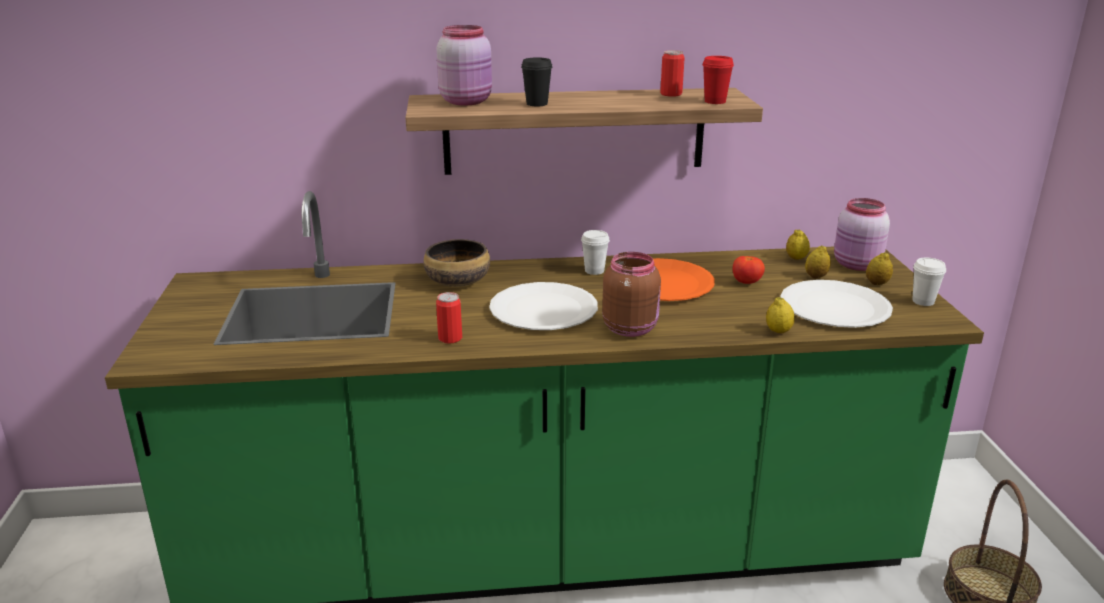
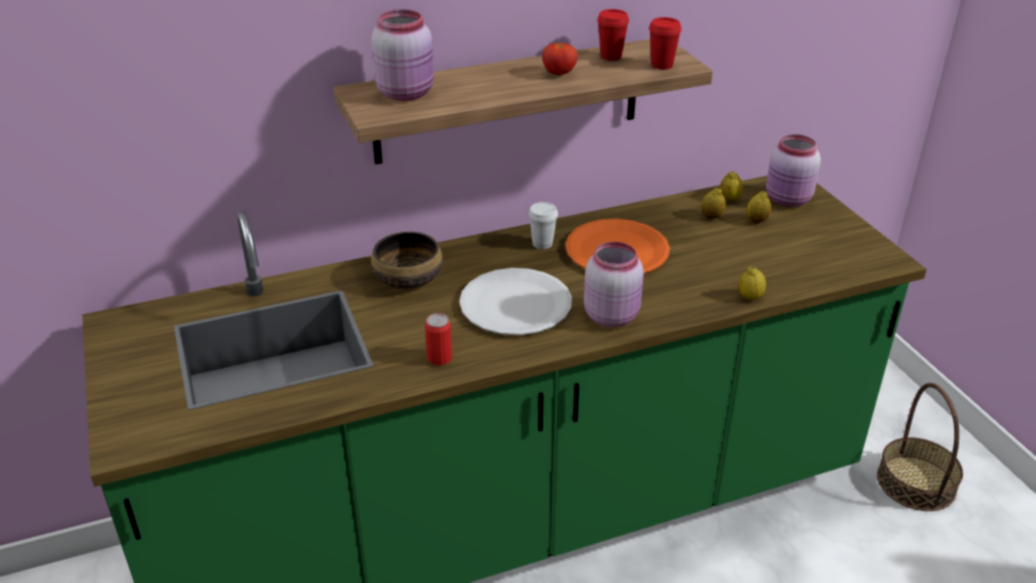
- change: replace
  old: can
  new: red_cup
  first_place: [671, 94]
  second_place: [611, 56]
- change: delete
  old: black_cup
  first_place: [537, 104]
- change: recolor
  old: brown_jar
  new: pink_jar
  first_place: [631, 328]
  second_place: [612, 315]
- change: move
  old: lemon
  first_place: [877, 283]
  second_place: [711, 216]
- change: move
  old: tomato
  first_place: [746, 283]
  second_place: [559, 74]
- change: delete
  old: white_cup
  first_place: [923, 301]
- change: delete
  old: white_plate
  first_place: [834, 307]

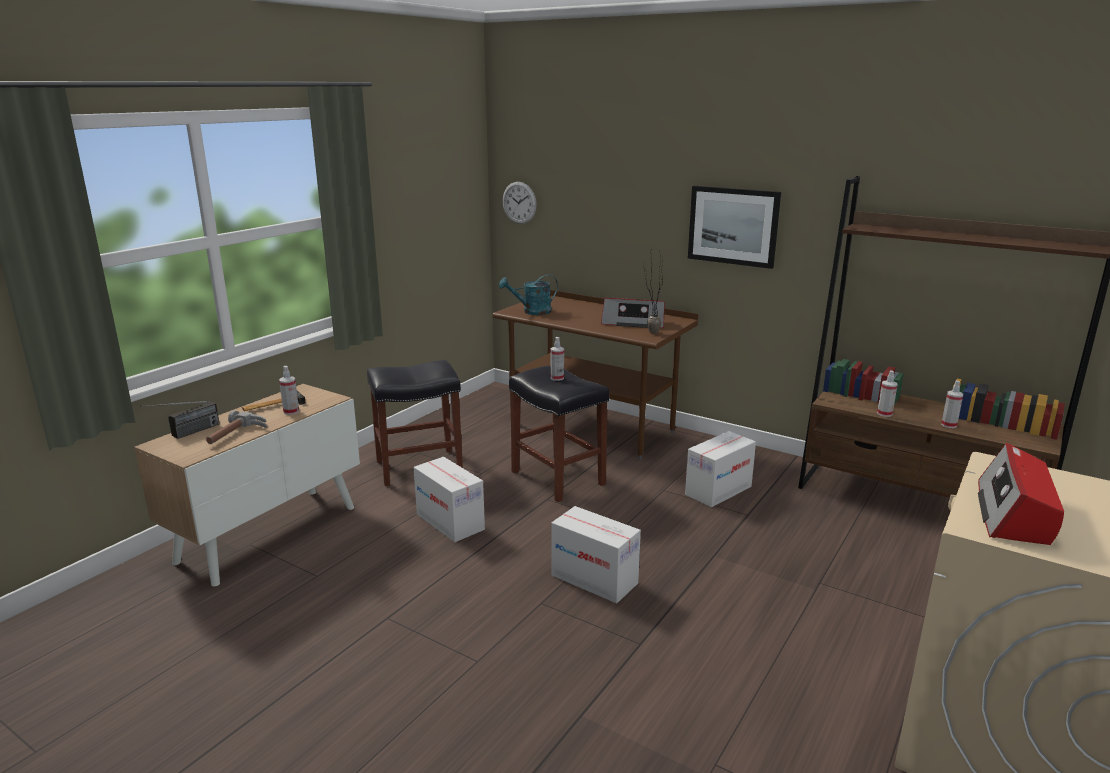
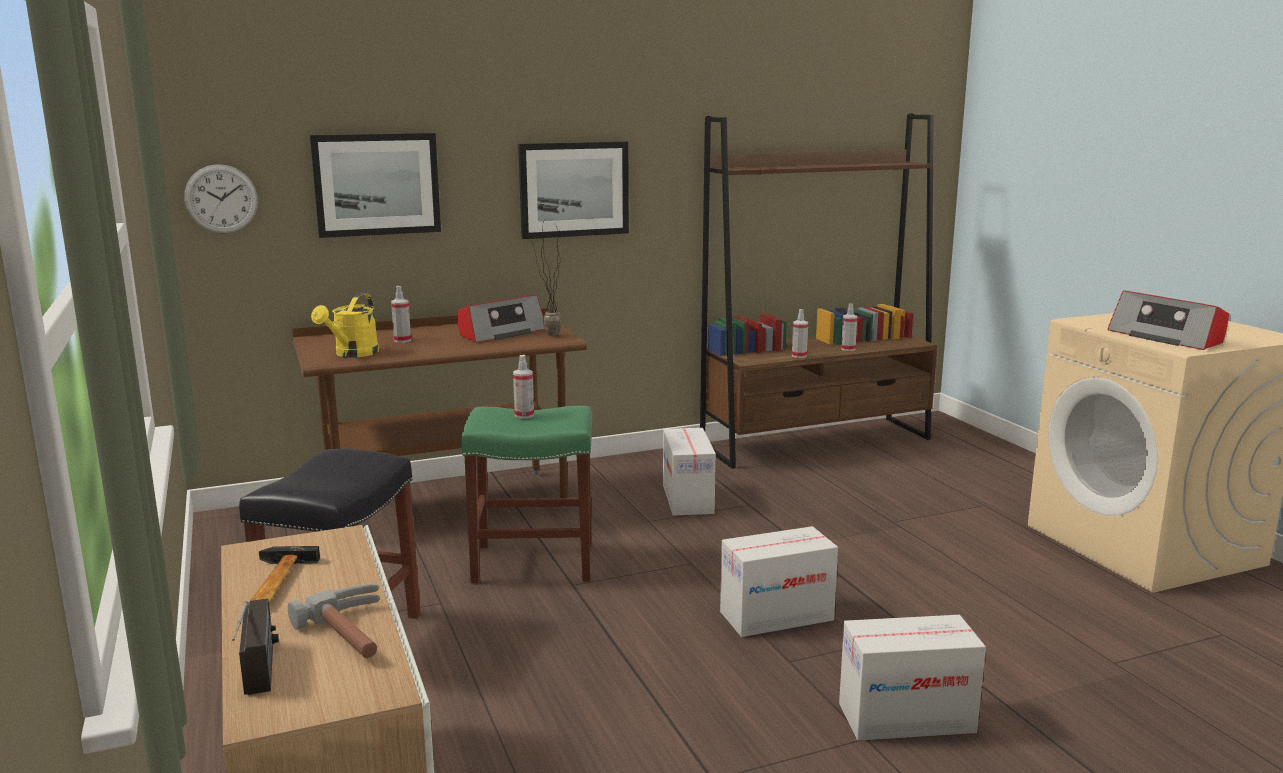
- change: recolor
  old: turquoise_watering_can
  new: yellow_watering_can
  first_place: [532, 312]
  second_place: [352, 354]
- change: recolor
  old: black_stool
  new: green_stool
  first_place: [556, 477]
  second_place: [531, 563]
- change: move
  old: spray_bottle
  first_place: [291, 411]
  second_place: [402, 340]
- change: move
  old: cardboard_box
  first_place: [450, 522]
  second_place: [906, 717]
- change: insert
  new: picture
  second_place: [377, 184]

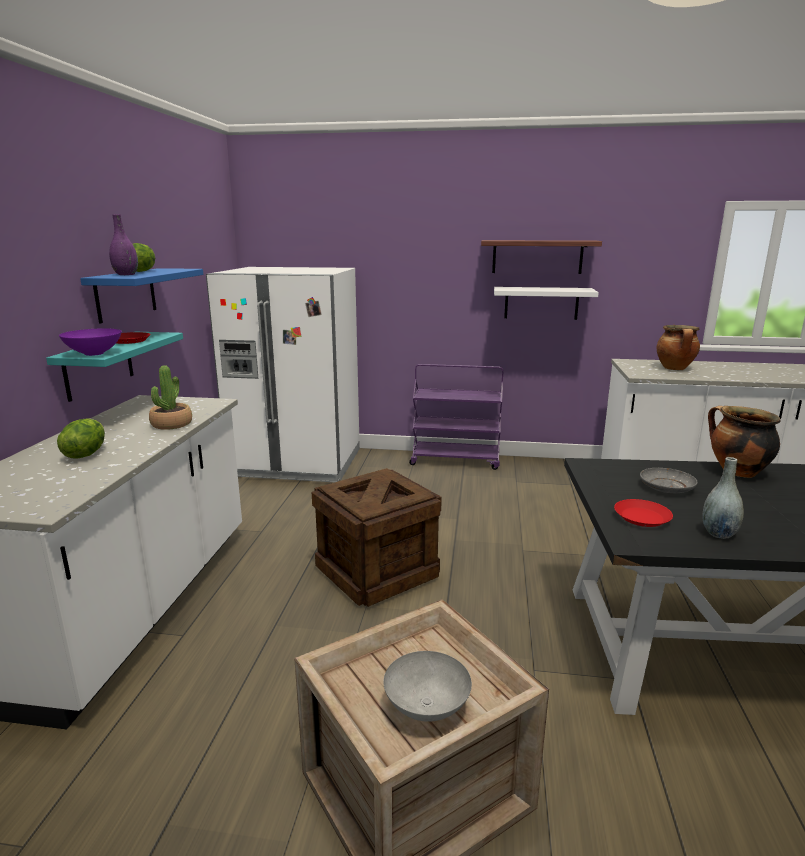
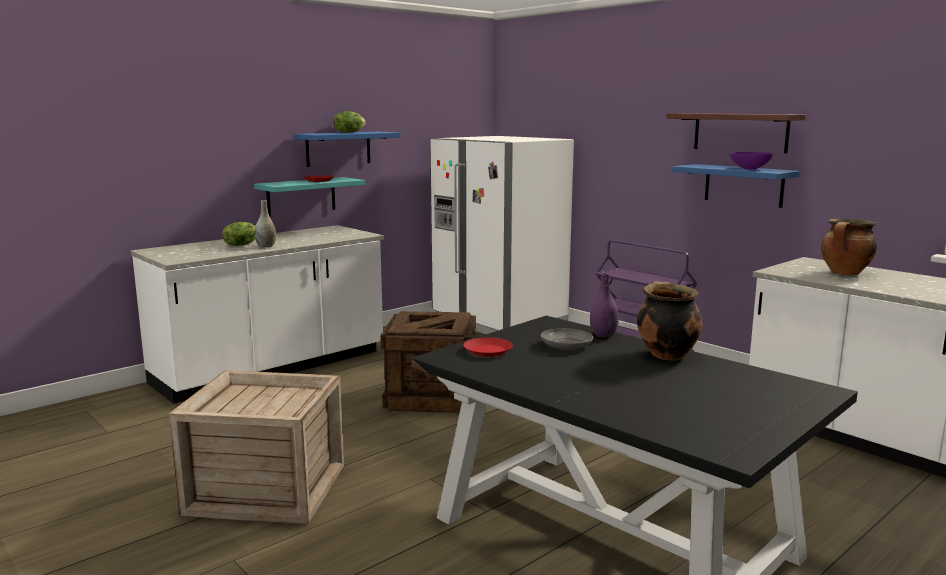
- change: move
  old: purple_vase
  first_place: [126, 274]
  second_place: [603, 335]
- change: recolor
  old: white_shelf
  new: blue_shelf
  first_place: [541, 303]
  second_place: [743, 185]
- change: move
  old: purple_bowl
  first_place: [94, 353]
  second_place: [750, 169]
- change: delete
  old: potted_plant
  first_place: [171, 424]
- change: move
  old: grey_vase
  first_place: [718, 533]
  second_place: [266, 246]
- change: delete
  old: grey_bowl
  first_place: [428, 706]

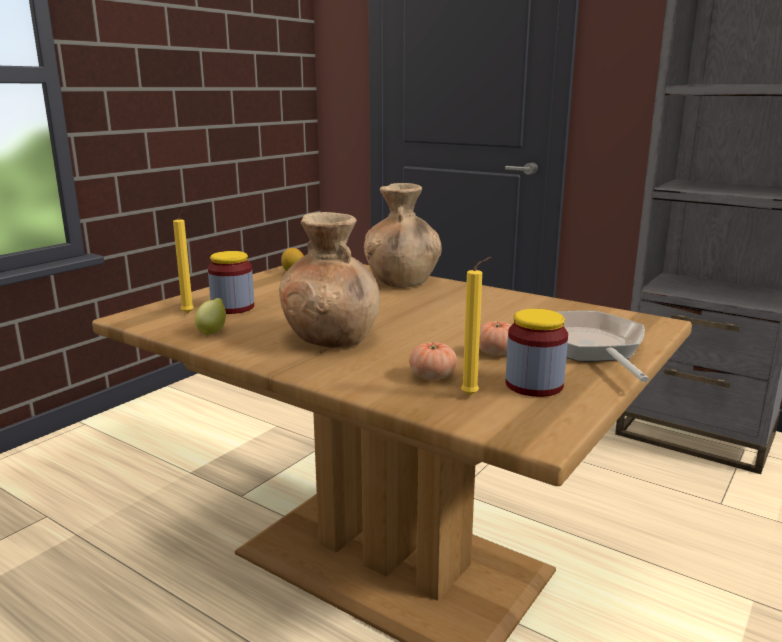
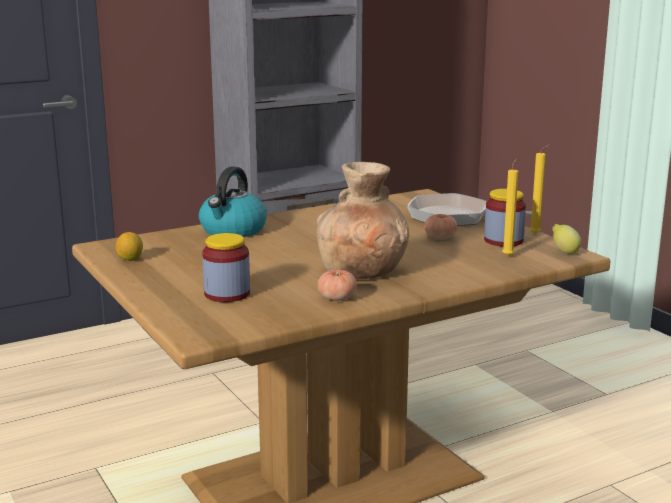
- change: replace
  old: brown_vase
  new: kettle
  first_place: [402, 282]
  second_place: [233, 230]
- change: move
  old: yellow_candle
  first_place: [188, 314]
  second_place: [536, 234]
- change: move
  old: lemon
  first_place: [213, 332]
  second_place: [564, 252]
- change: move
  old: tomato
  first_place: [432, 376]
  second_place: [337, 298]

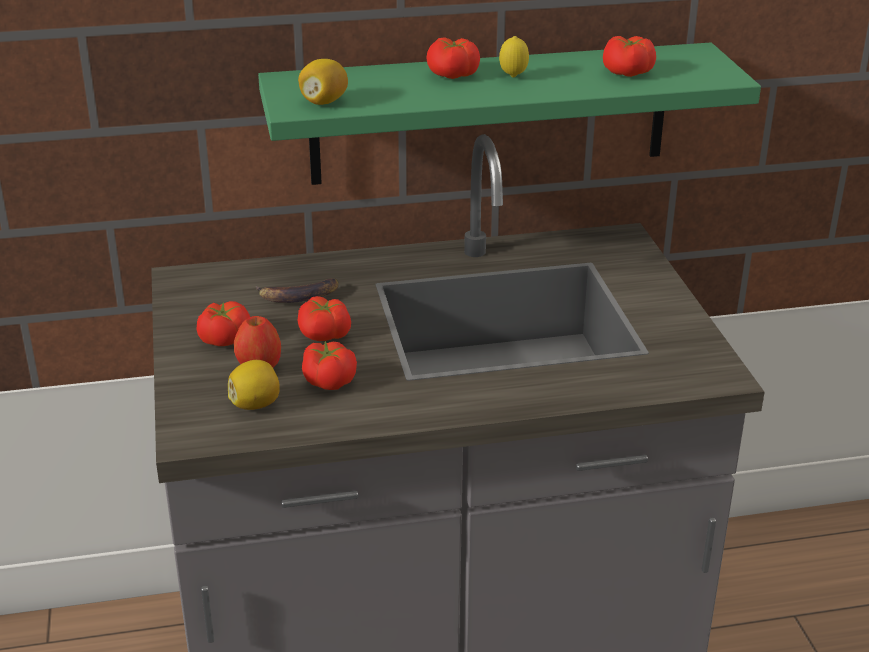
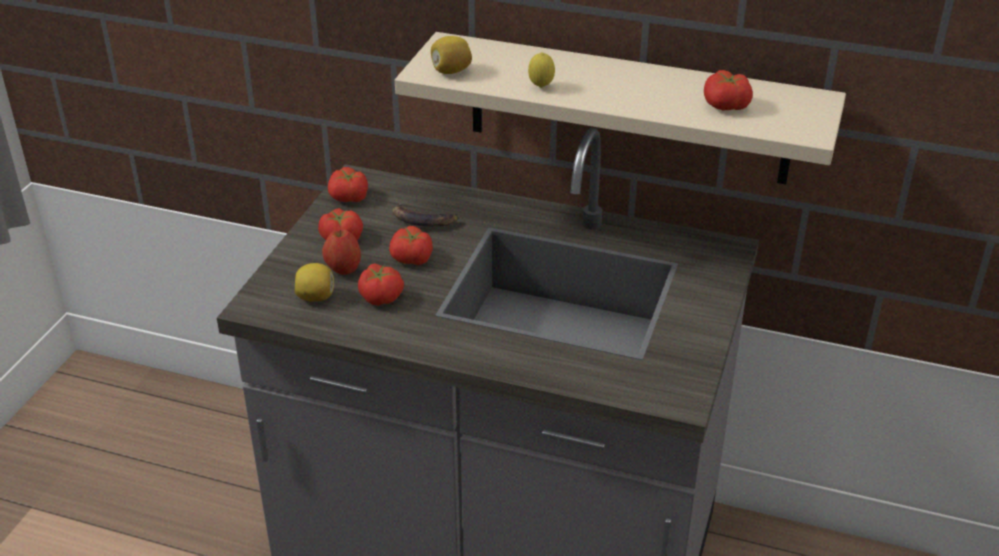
- change: move
  old: lemon
  first_place: [513, 77]
  second_place: [541, 87]
- change: move
  old: tomato
  first_place: [452, 75]
  second_place: [349, 197]
- change: recolor
  old: green_shelf
  new: beige_shelf
  first_place: [490, 114]
  second_place: [628, 109]

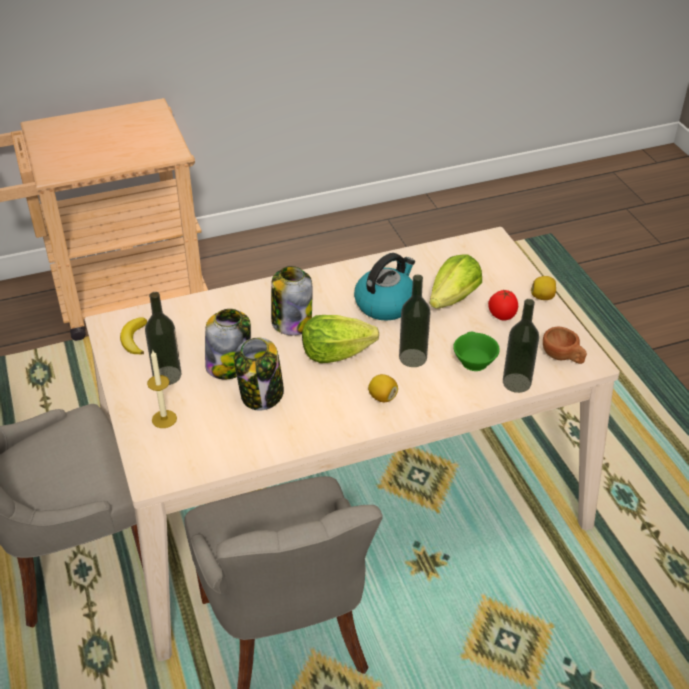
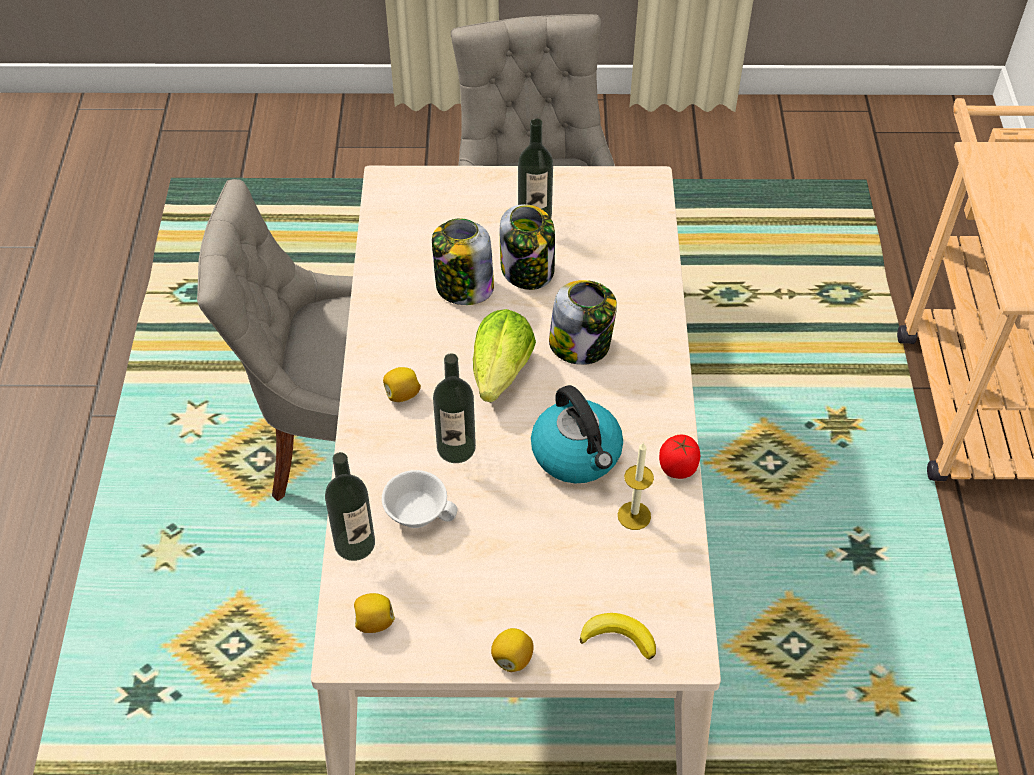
- change: delete
  old: lettuce
  first_place: [454, 299]
- change: move
  old: tomato
  first_place: [501, 316]
  second_place: [678, 468]
- change: move
  old: banana
  first_place: [134, 339]
  second_place: [619, 637]
- change: replace
  old: brown_cup
  new: lemon
  first_place: [563, 357]
  second_place: [374, 622]
- change: recolor
  old: green_cup
  new: white_cup
  first_place: [472, 361]
  second_place: [419, 510]
- change: move
  old: candle
  first_place: [164, 419]
  second_place: [634, 515]

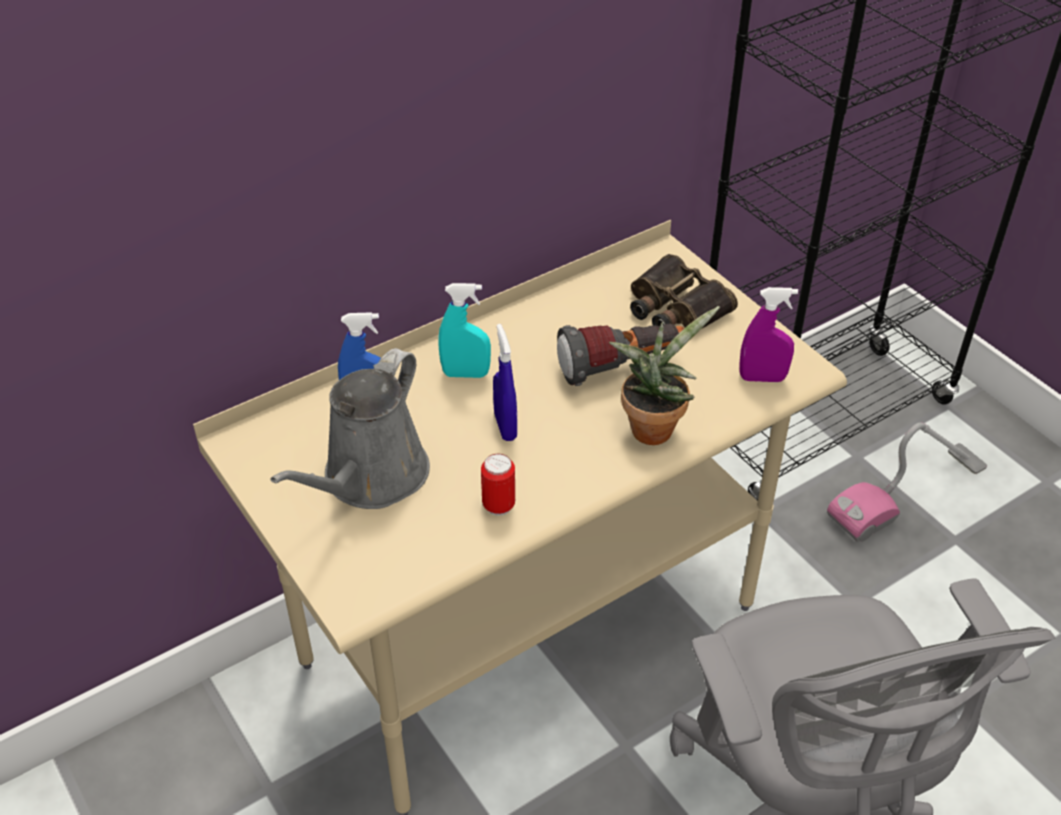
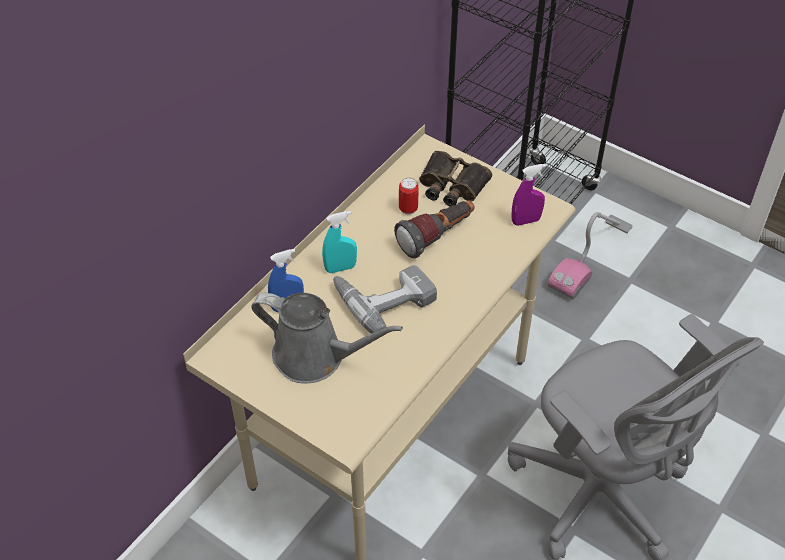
- change: delete
  old: potted_plant
  first_place: [654, 426]
- change: replace
  old: blue_spray_bottle
  new: power_drill
  first_place: [505, 426]
  second_place: [383, 297]
- change: rotate
  old: grey_watering_can
  first_place: [370, 479]
  second_place: [315, 357]
  degrees: -75
- change: move
  old: can
  first_place: [498, 505]
  second_place: [408, 209]

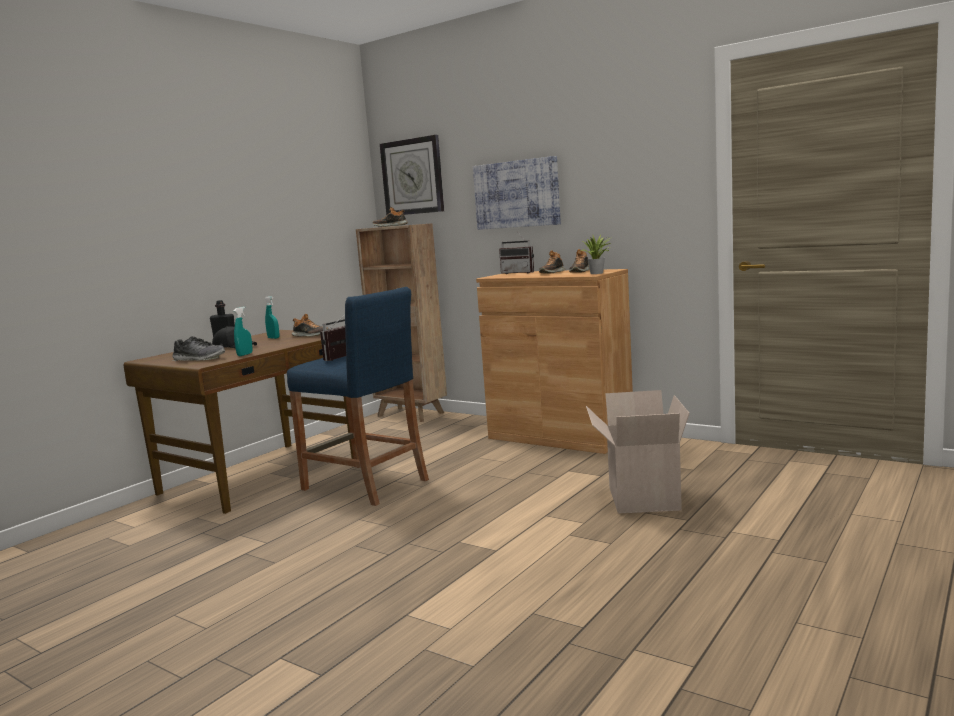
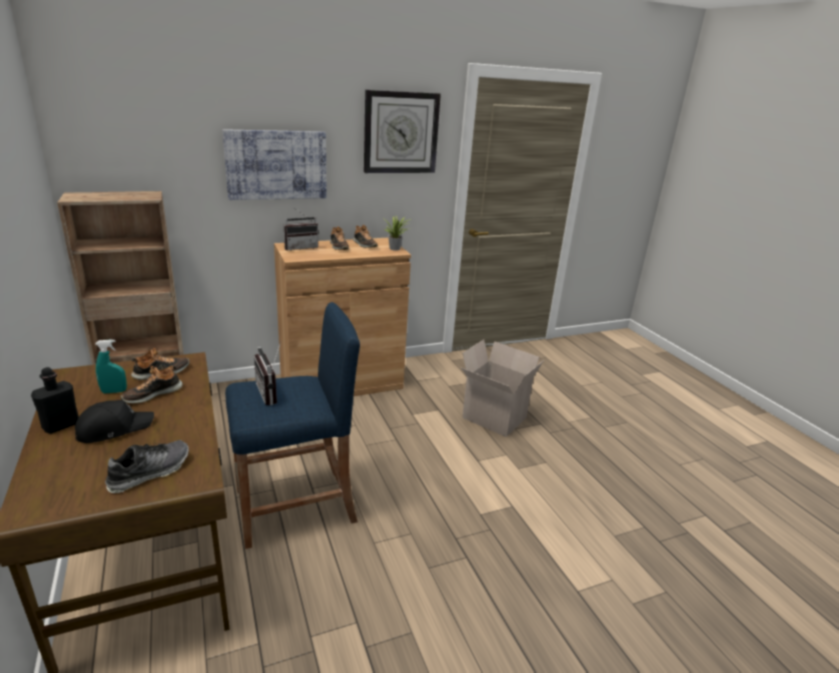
- change: move
  old: wall_clock
  first_place: [412, 176]
  second_place: [401, 133]
- change: move
  old: shoe
  first_place: [390, 226]
  second_place: [152, 394]
- change: delete
  old: turquoise_spray_bottle
  first_place: [245, 354]

